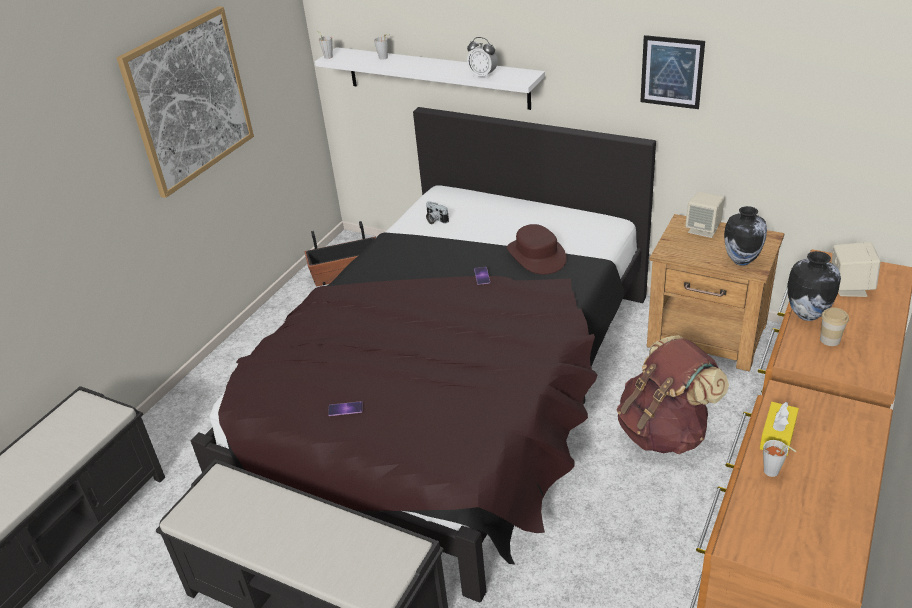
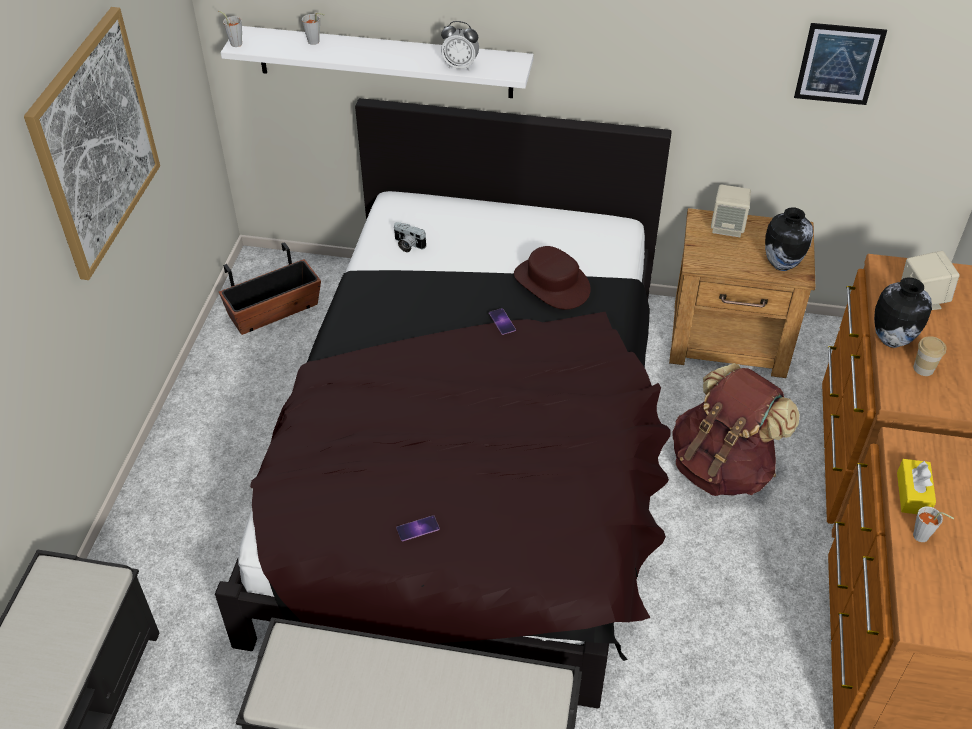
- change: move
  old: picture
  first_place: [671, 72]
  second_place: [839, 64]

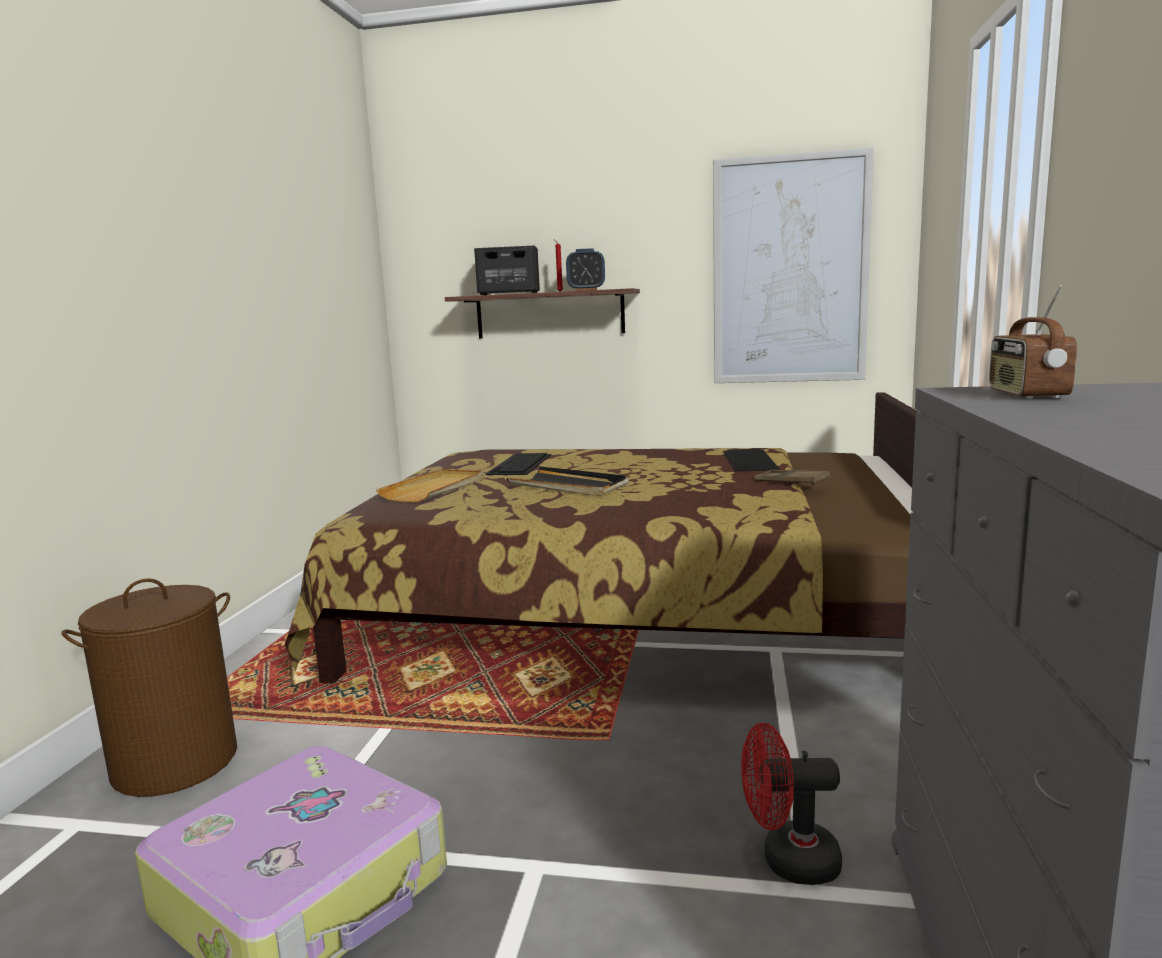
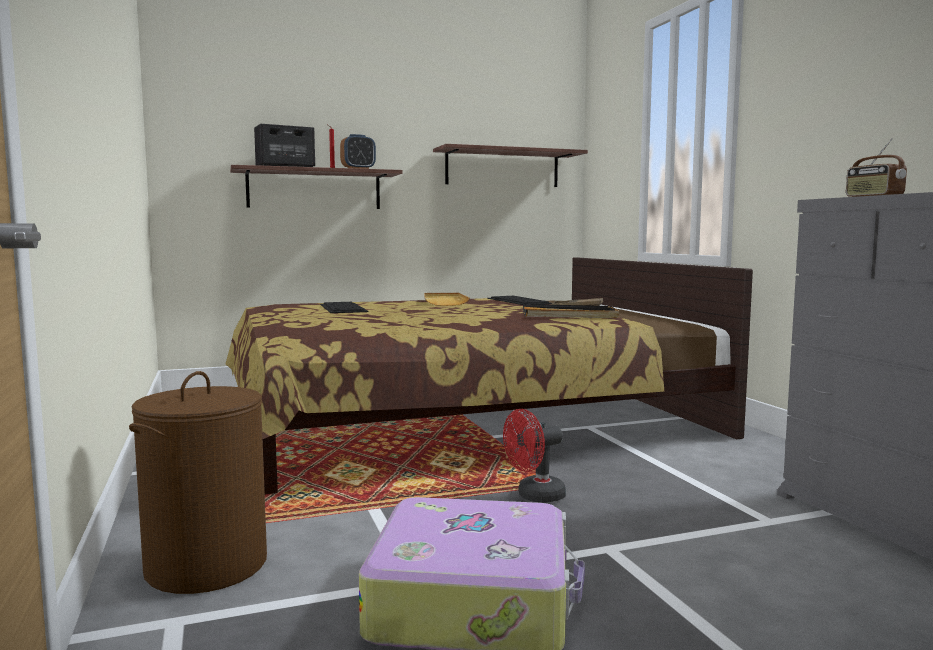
- change: replace
  old: picture
  new: shelf
  first_place: [789, 271]
  second_place: [502, 168]
- change: move
  old: black_tray
  first_place: [569, 486]
  second_place: [569, 315]
- change: move
  old: beige_tray
  first_place: [435, 489]
  second_place: [444, 302]
- change: move
  old: red_fan
  first_place: [788, 861]
  second_place: [534, 496]

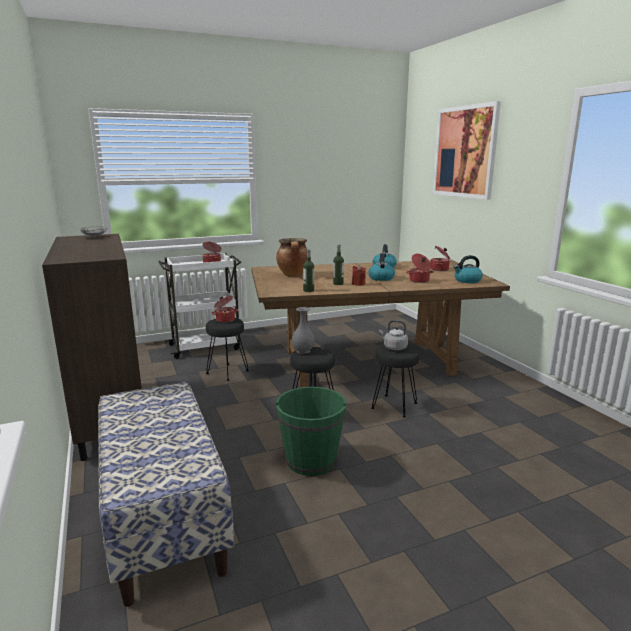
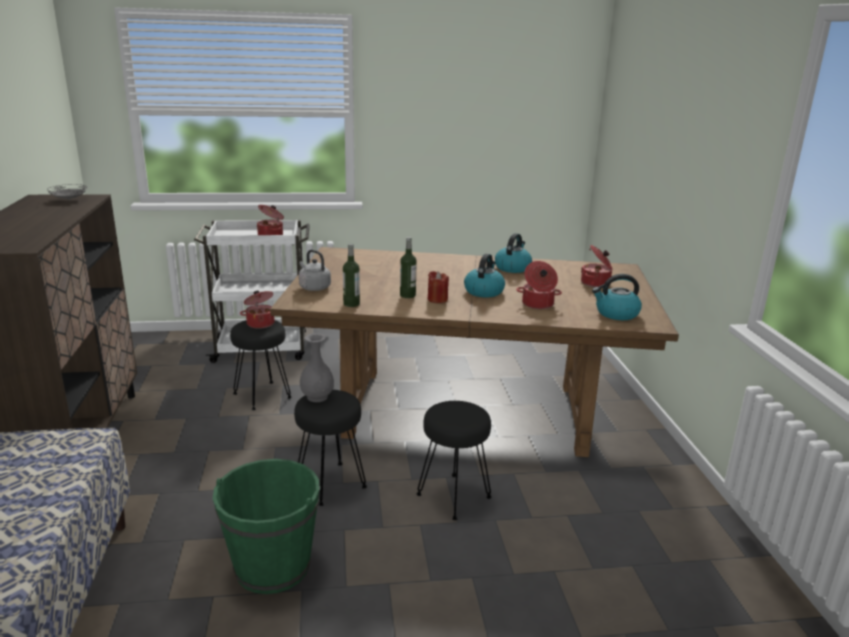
- change: delete
  old: picture
  first_place: [464, 152]
- change: delete
  old: cooking_pot
  first_place: [293, 275]
- change: move
  old: grey_kettle
  first_place: [394, 348]
  second_place: [313, 287]

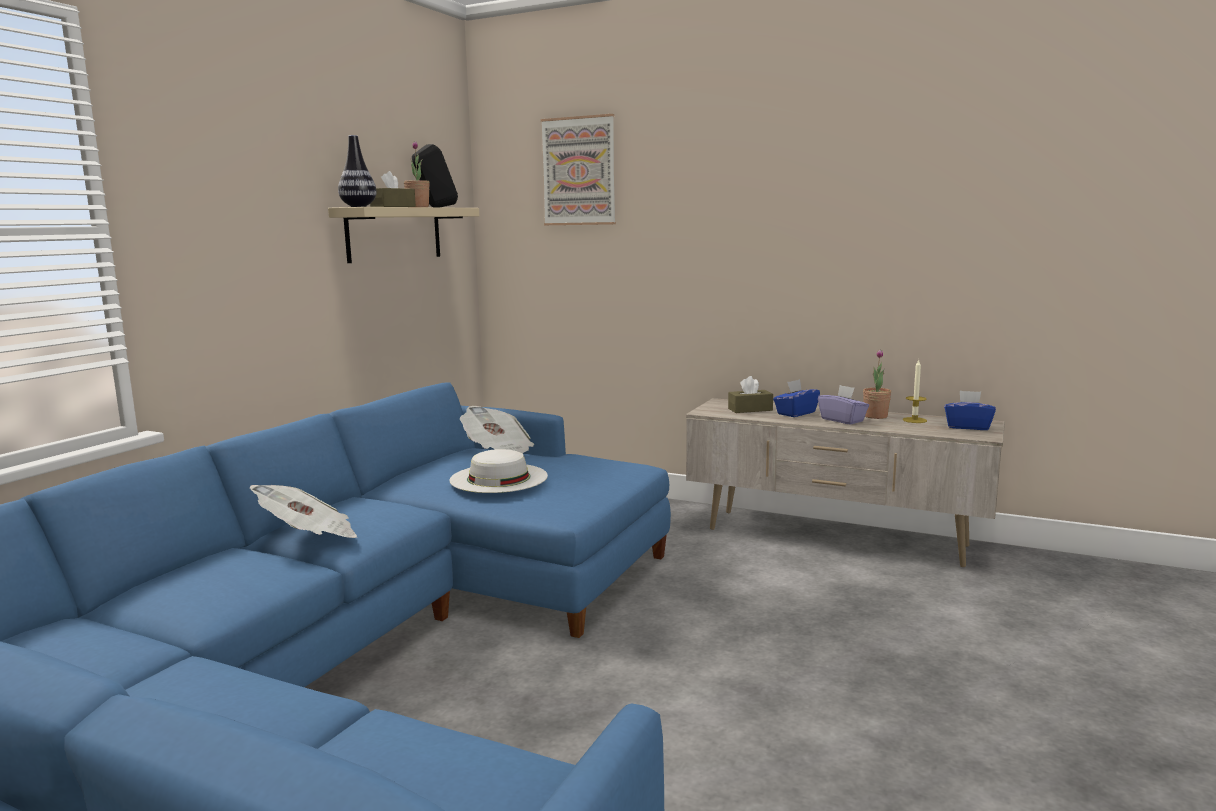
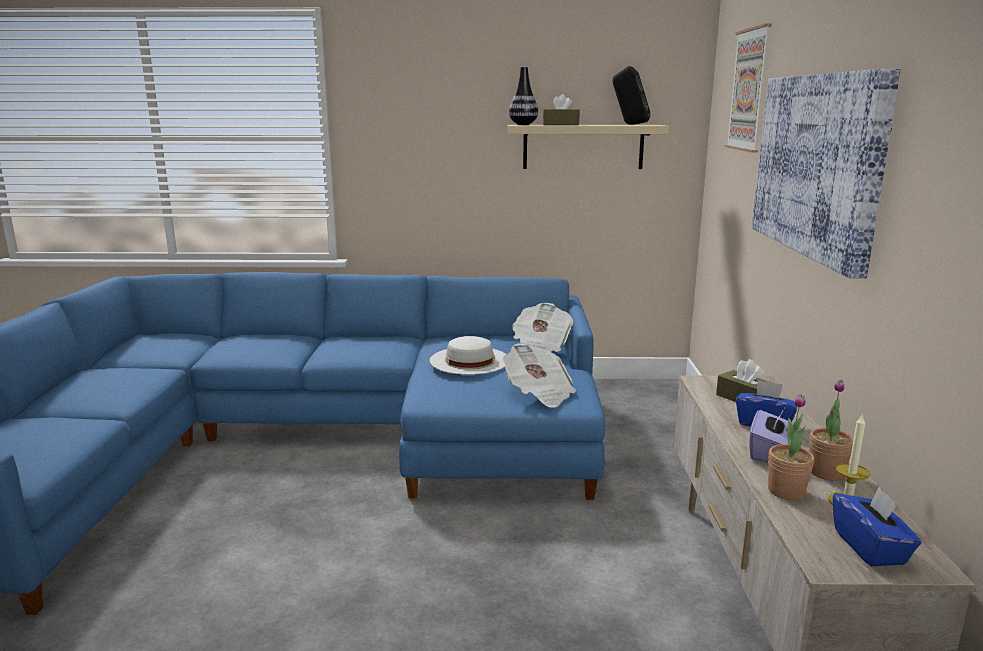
- change: move
  old: potted_plant
  first_place: [418, 207]
  second_place: [786, 491]
- change: move
  old: newspaper
  first_place: [309, 536]
  second_place: [539, 393]
- change: insert
  new: picture
  second_place: [819, 165]

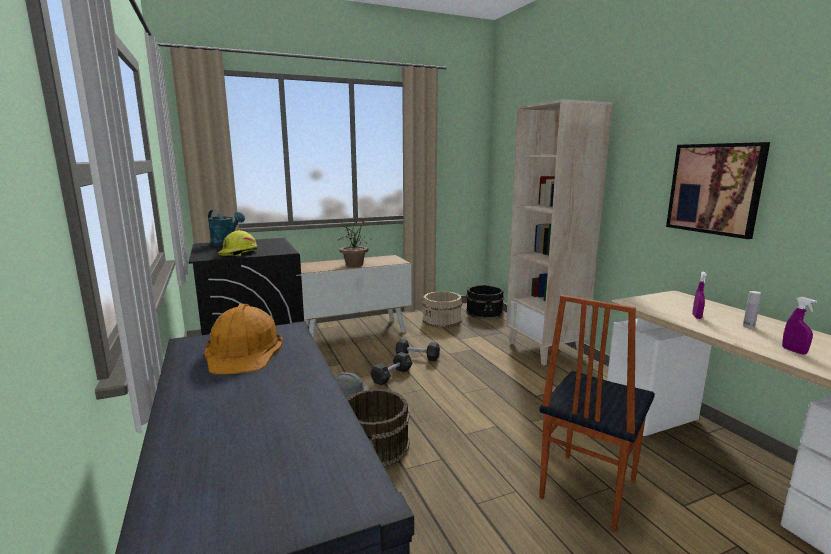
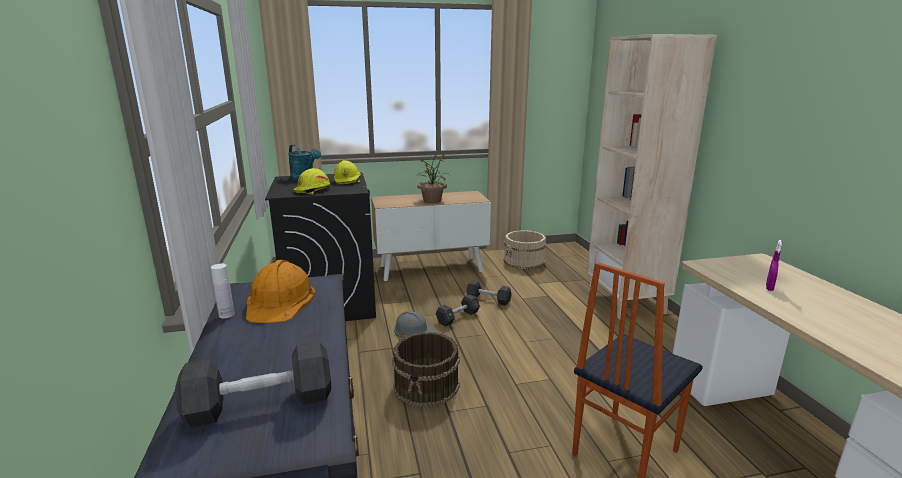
- change: delete
  old: picture
  first_place: [714, 189]
- change: delete
  old: black_bucket
  first_place: [484, 313]
- change: move
  old: white_bottle
  first_place: [748, 326]
  second_place: [226, 315]
- change: delete
  old: purple_spray_bottle
  first_place: [794, 351]
- change: insert
  new: yellow_hard_hat
  second_place: [348, 181]
- change: insert
  new: black_dumbbell
  second_place: [261, 404]

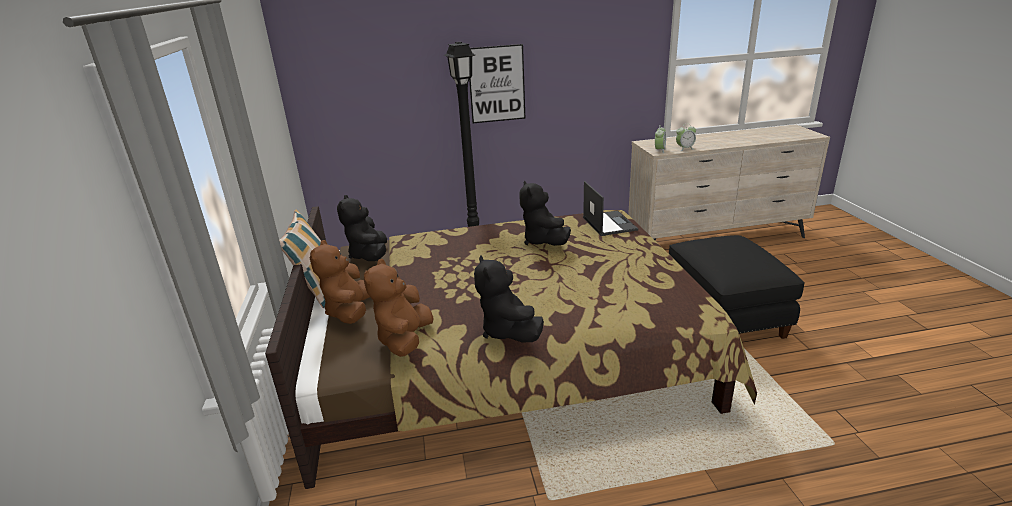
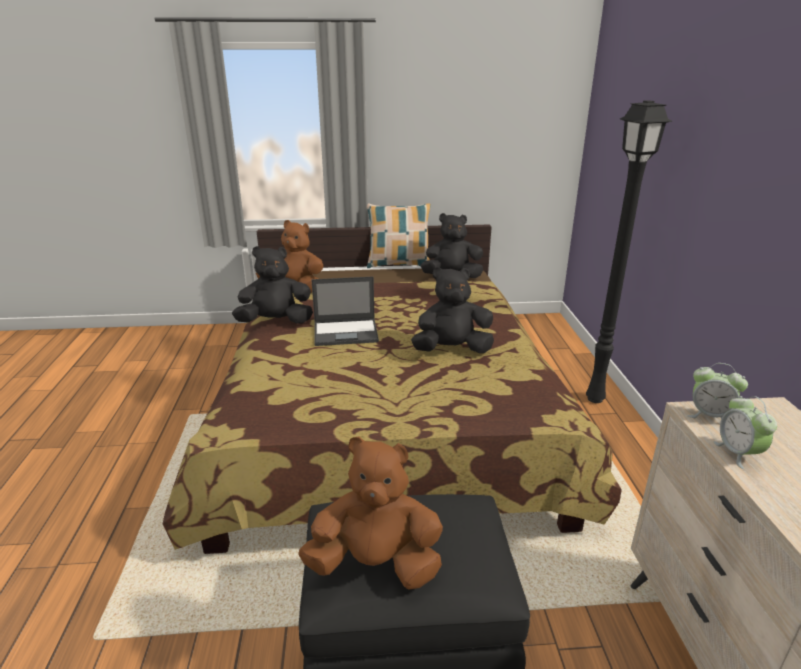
- change: delete
  old: picture
  first_place: [497, 84]
- change: move
  old: laptop
  first_place: [609, 223]
  second_place: [346, 332]
- change: move
  old: brown_plush_toy
  first_place: [350, 312]
  second_place: [376, 564]

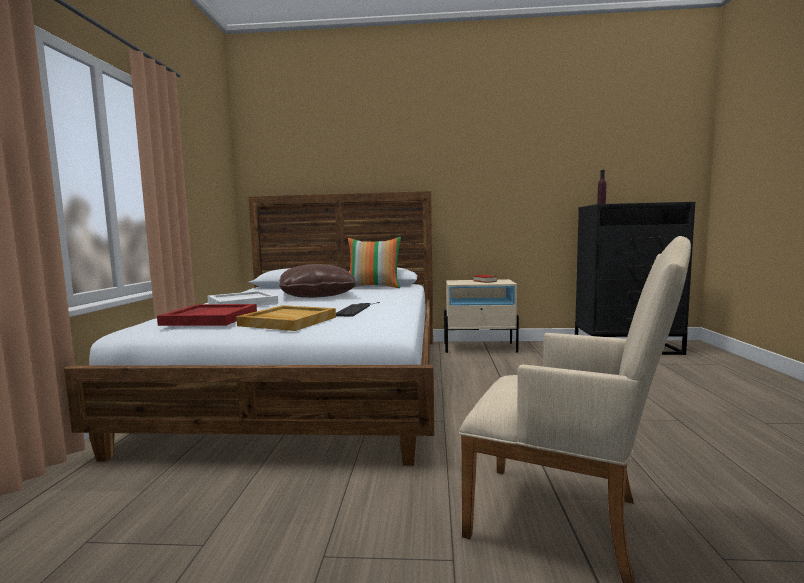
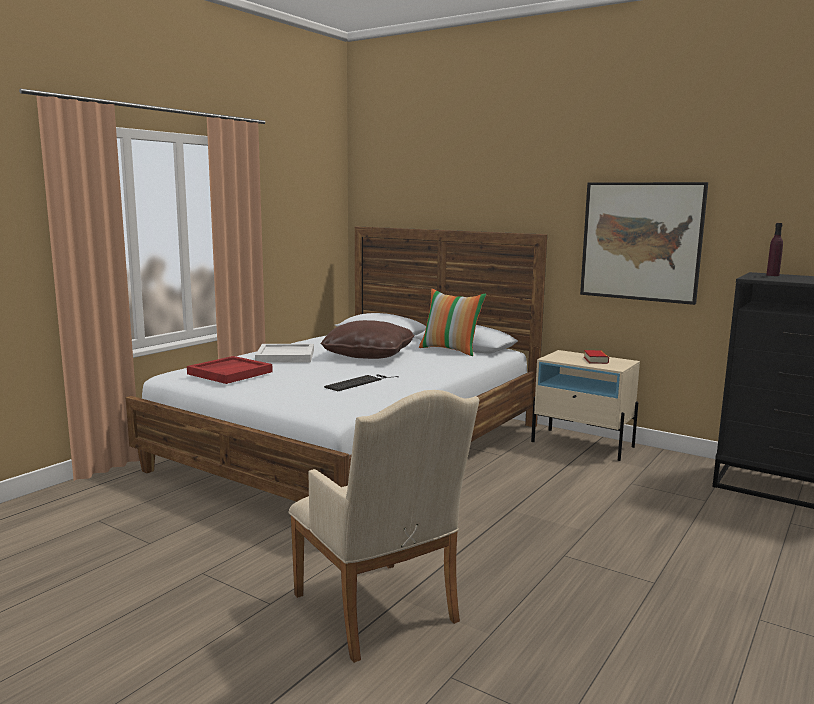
- change: delete
  old: beige_tray
  first_place: [287, 321]
- change: insert
  new: picture
  second_place: [641, 241]

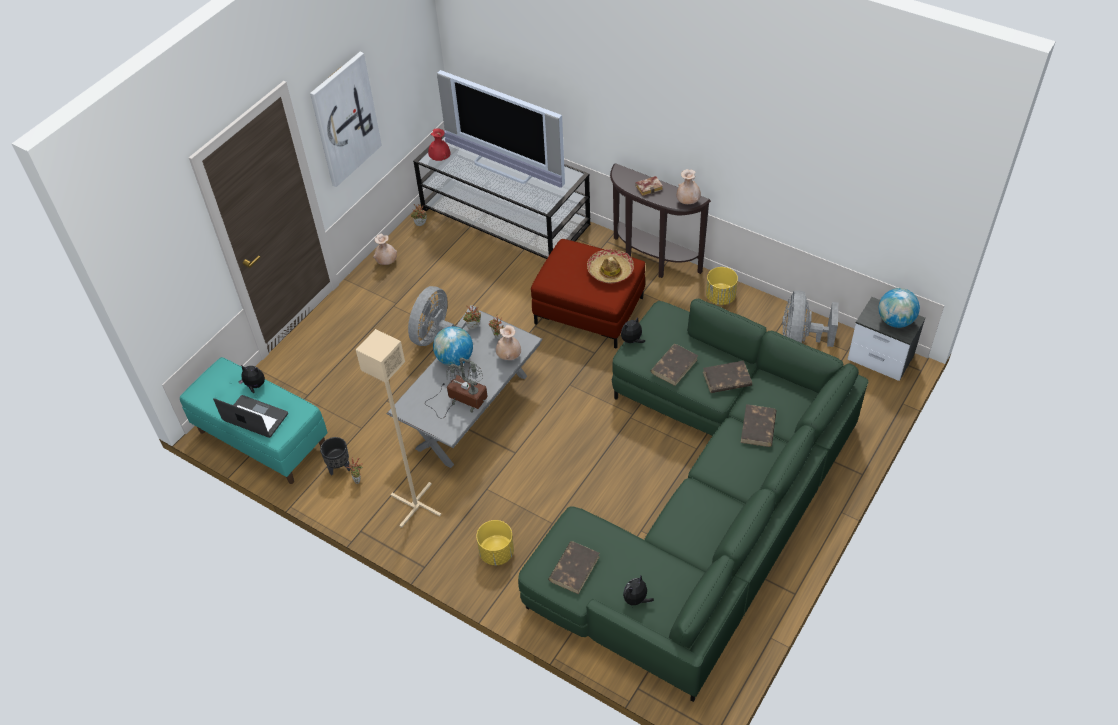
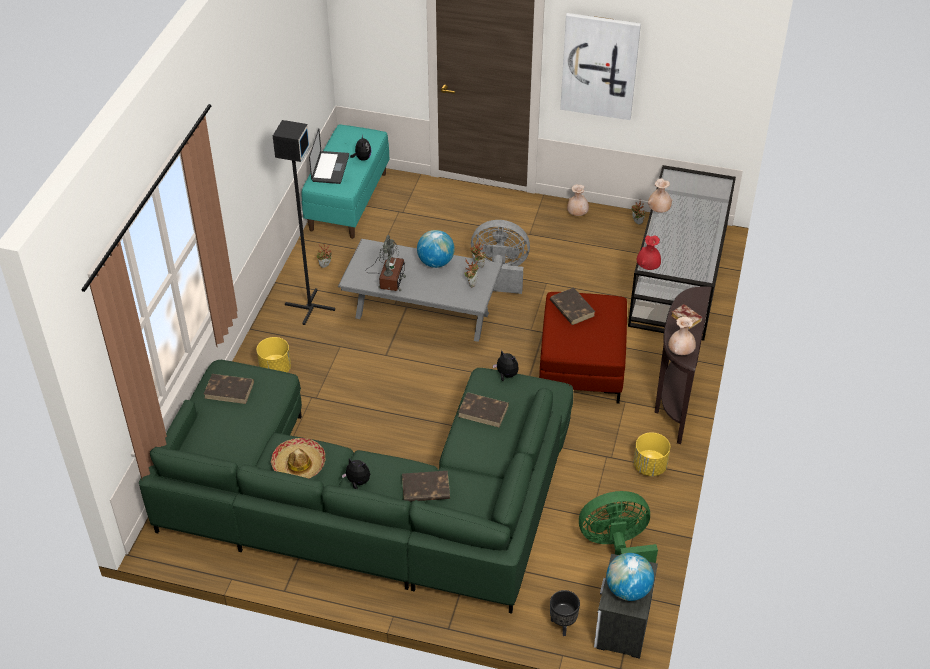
- change: delete
  old: television
  first_place: [506, 167]
- change: move
  old: red_vase
  first_place: [440, 159]
  second_place: [647, 267]
- change: move
  old: hat
  first_place: [610, 271]
  second_place: [299, 464]
- change: recolor
  old: grey_fan
  new: green_fan
  first_place: [800, 341]
  second_place: [616, 547]
- change: move
  old: beige_vase
  first_place: [509, 356]
  second_place: [658, 210]
- change: recolor
  old: beige_floor_lamp
  new: black_floor_lamp
  first_place: [415, 506]
  second_place: [309, 307]
- change: move
  old: brown_book
  first_place: [726, 379]
  second_place: [571, 308]
- change: move
  old: black_planter
  first_place: [339, 467]
  second_place: [563, 624]
- change: move
  old: plush_toy
  first_place: [636, 600]
  second_place: [357, 482]

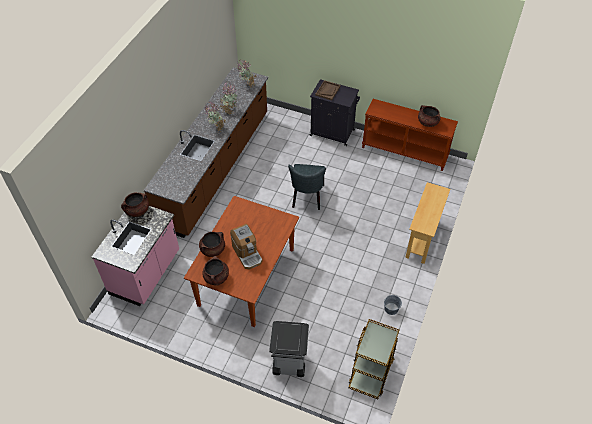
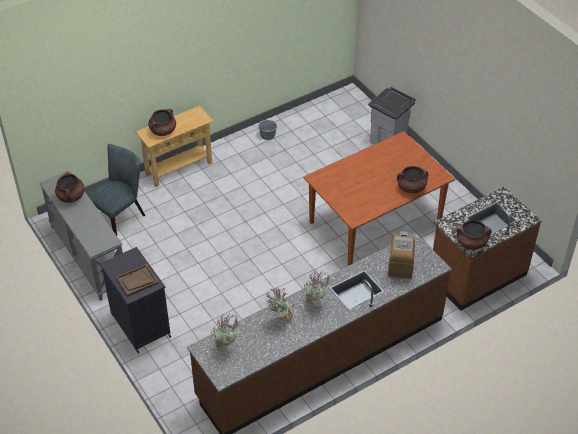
- change: recolor
  old: brown_console_table
  new: grey_console_table
  first_place: [405, 151]
  second_place: [88, 256]
- change: move
  old: grey_chair
  first_place: [307, 198]
  second_place: [121, 216]
- change: recolor
  old: pink_counter
  new: brown_counter
  first_place: [146, 273]
  second_place: [477, 275]
- change: move
  old: coffee_machine
  first_place: [247, 254]
  second_place: [400, 263]
- change: move
  old: brown_cooking_pot
  first_place: [216, 277]
  second_place: [163, 131]
- change: delete
  old: brown_cart
  first_place: [371, 371]

